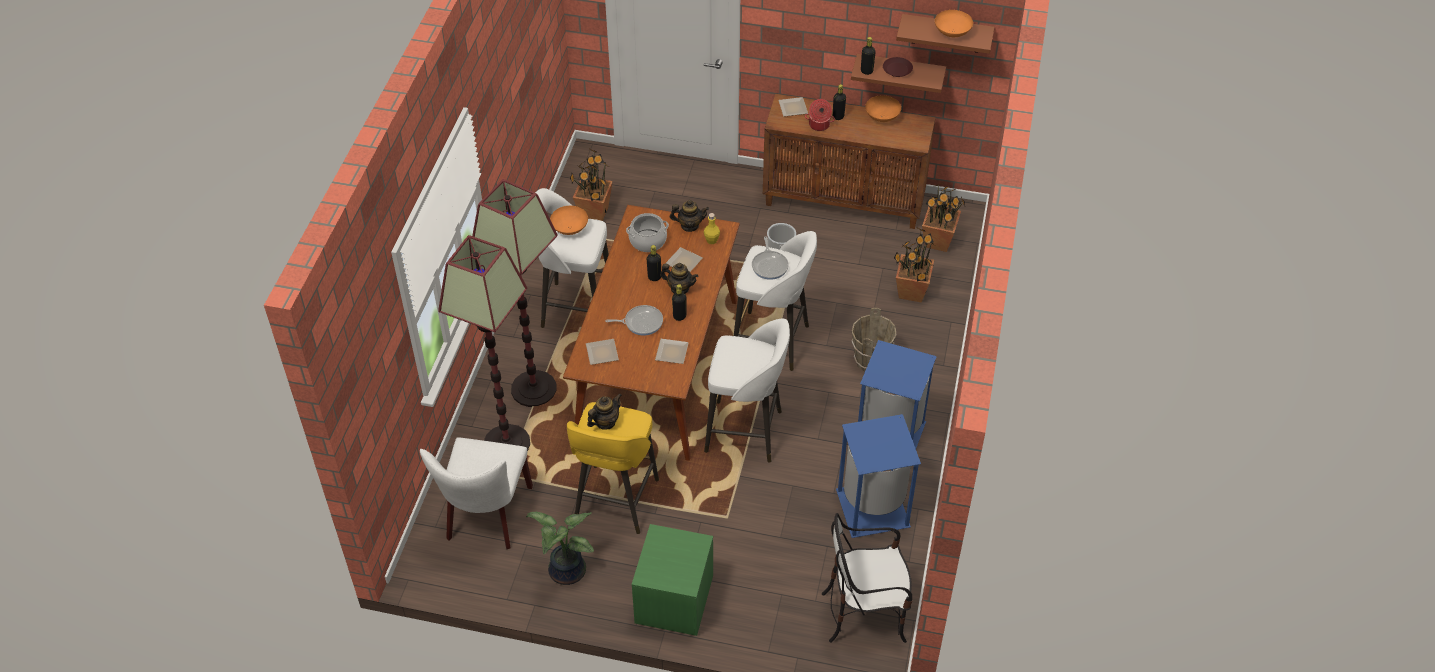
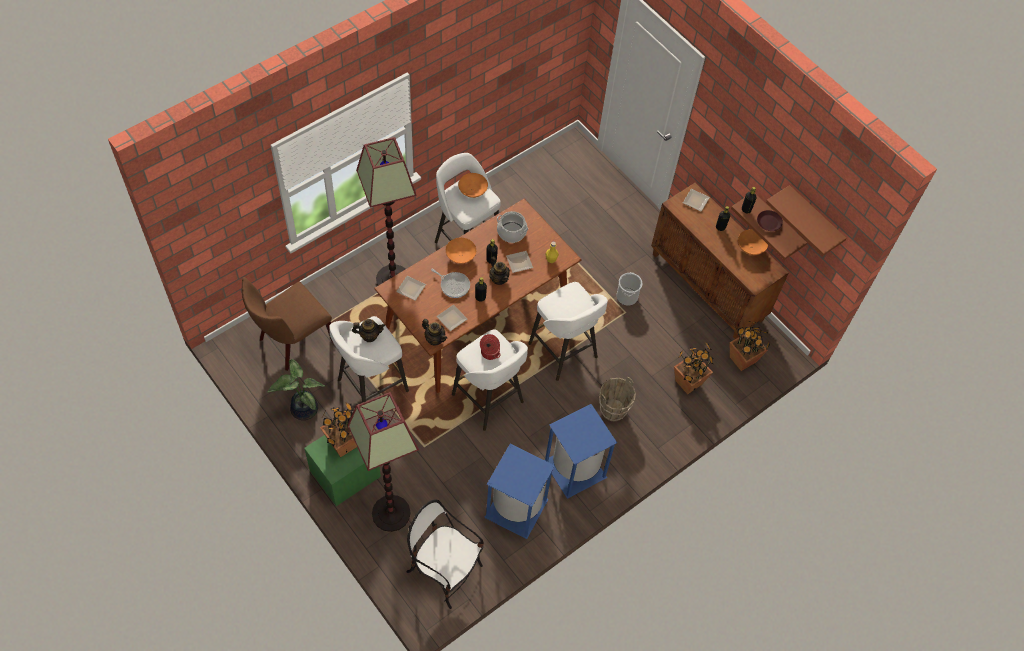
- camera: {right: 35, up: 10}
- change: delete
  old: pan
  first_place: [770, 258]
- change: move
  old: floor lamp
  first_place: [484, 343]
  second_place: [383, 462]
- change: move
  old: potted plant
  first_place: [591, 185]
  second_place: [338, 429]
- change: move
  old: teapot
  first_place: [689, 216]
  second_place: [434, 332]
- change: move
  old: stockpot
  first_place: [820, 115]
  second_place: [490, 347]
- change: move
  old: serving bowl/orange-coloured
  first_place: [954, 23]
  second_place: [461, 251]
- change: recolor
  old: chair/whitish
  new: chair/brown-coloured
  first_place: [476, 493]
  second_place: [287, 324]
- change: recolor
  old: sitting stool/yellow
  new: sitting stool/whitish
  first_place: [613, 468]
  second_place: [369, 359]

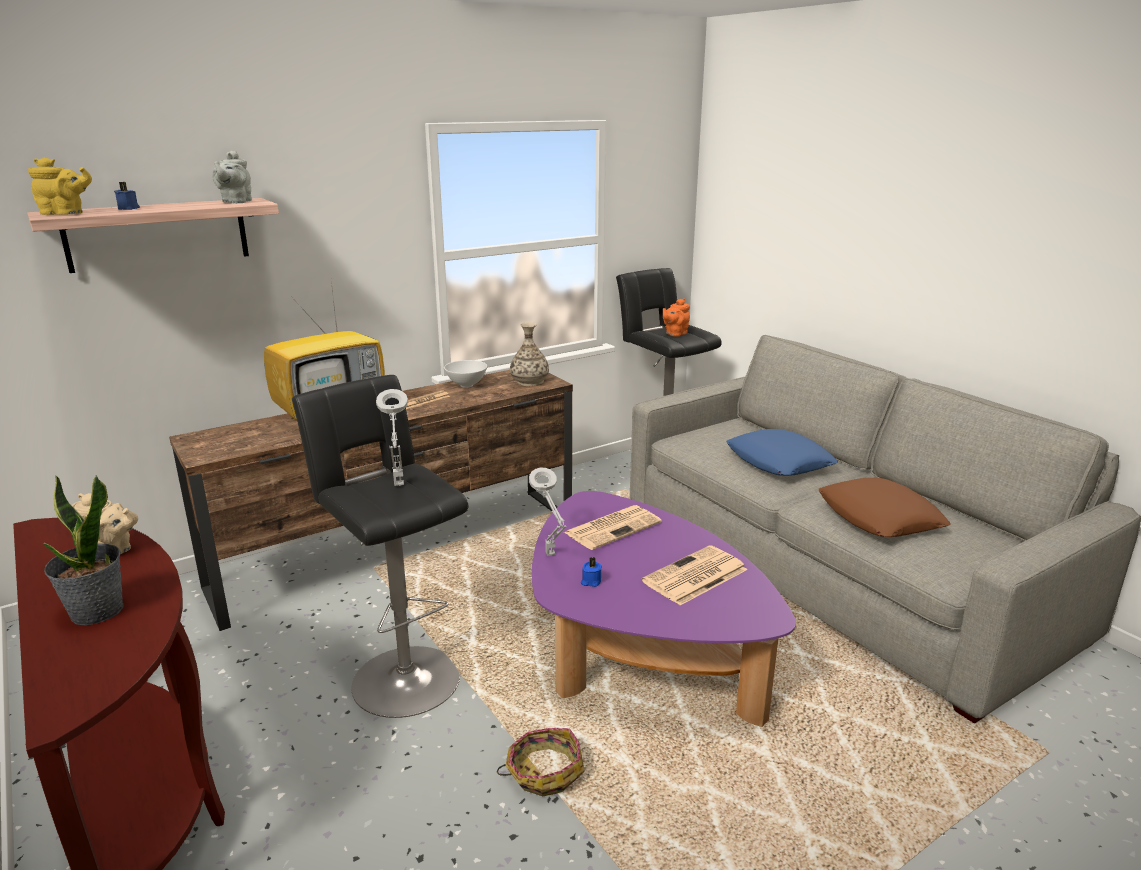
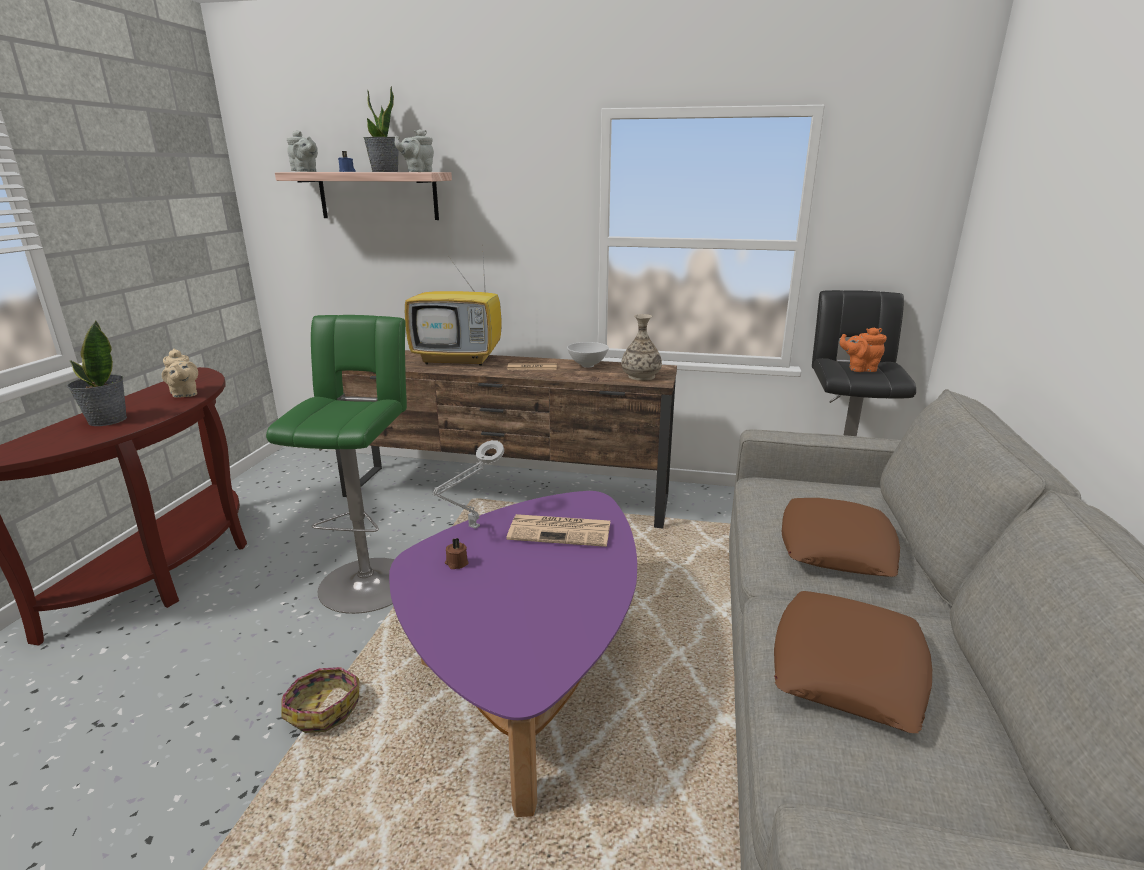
- camera: {right: 45, up: 0}
- change: delete
  old: table lamp/gray
  first_place: [392, 437]
- change: delete
  old: printed paper
  first_place: [694, 575]
- change: insert
  new: potted plant
  second_place: [380, 129]
- change: recolor
  old: teapot/yellow
  new: teapot/gray
  first_place: [60, 186]
  second_place: [302, 151]
- change: recolor
  old: sitting stool/black-coloured
  new: sitting stool/green-coloured
  first_place: [380, 546]
  second_place: [336, 464]
- change: recolor
  old: candle/blue-coloured
  new: candle/brown-coloured
  first_place: [591, 572]
  second_place: [457, 553]
- change: recolor
  old: throw pillow/blue-coloured
  new: throw pillow/brown-coloured
  first_place: [782, 452]
  second_place: [841, 537]

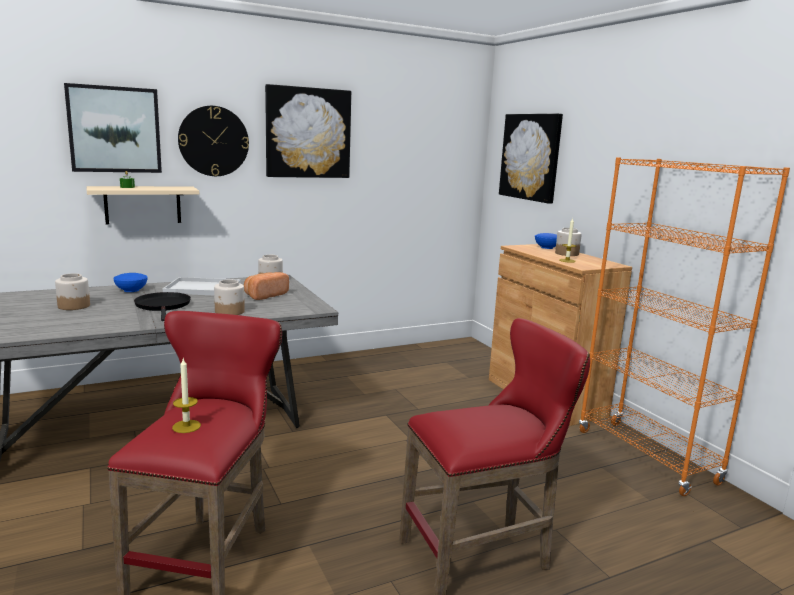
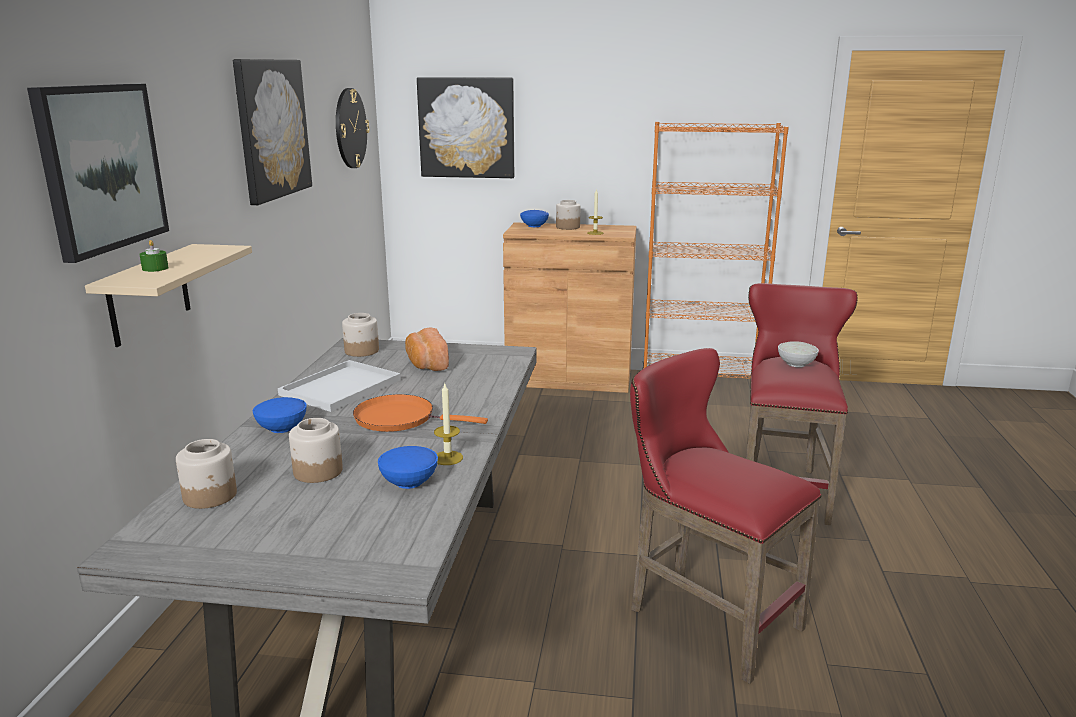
- camera: {right: -55, up: 5}
- change: insert
  new: serving bowl/blue-coloured
  second_place: [408, 467]
- change: insert
  new: serving bowl/whitish
  second_place: [798, 354]
- change: move
  old: candle
  first_place: [186, 396]
  second_place: [448, 424]
- change: move
  old: hanging clock
  first_place: [213, 141]
  second_place: [353, 128]
- change: move
  old: storage jar
  first_place: [229, 297]
  second_place: [206, 474]
- change: recolor
  old: pan/black-coloured
  new: pan/orange-coloured
  first_place: [162, 306]
  second_place: [420, 413]

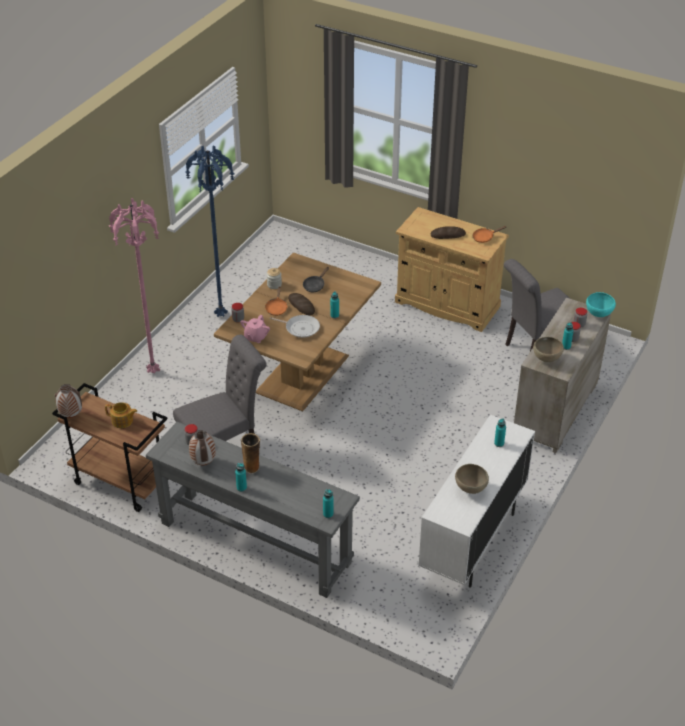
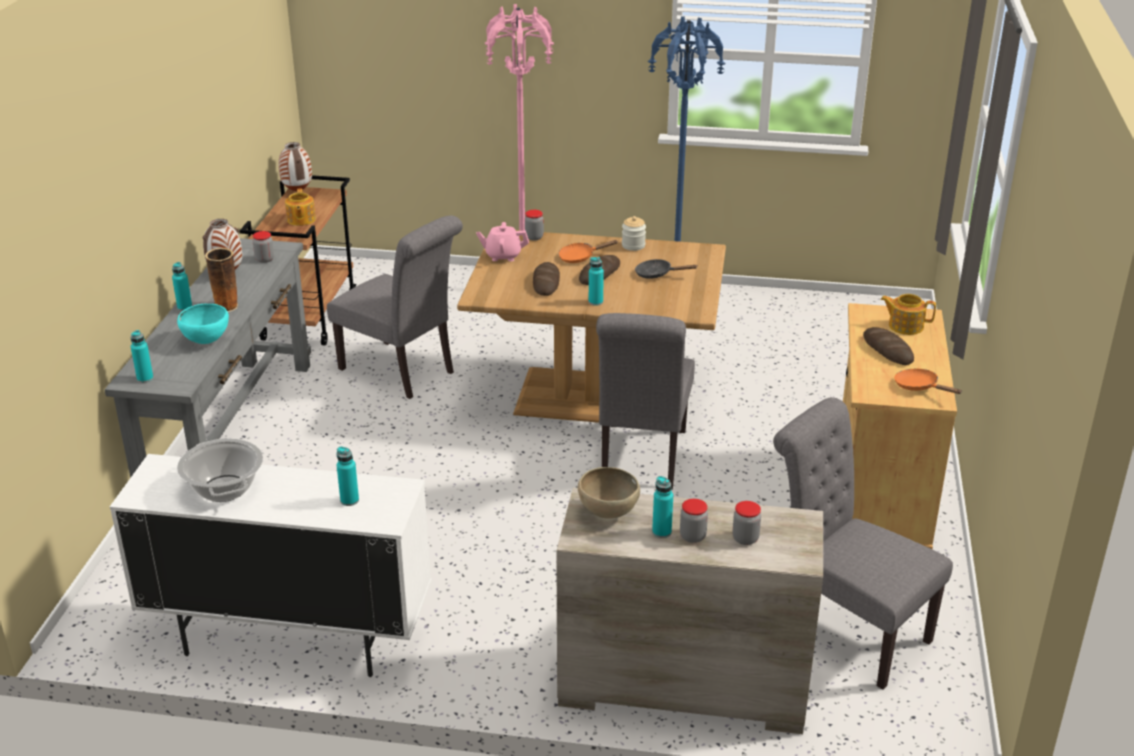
- camera: {right: 70, up: -10}
- change: insert
  new: chair/gray
  second_place: [645, 401]
- change: insert
  new: teapot
  second_place: [908, 314]
- change: move
  old: serving bowl/turquoise
  first_place: [601, 304]
  second_place: [203, 324]
- change: replace
  old: pan
  new: baked bread
  first_place: [295, 326]
  second_place: [546, 279]
- change: replace
  old: serving bowl/brown-coloured
  new: stockpot
  first_place: [472, 479]
  second_place: [220, 470]

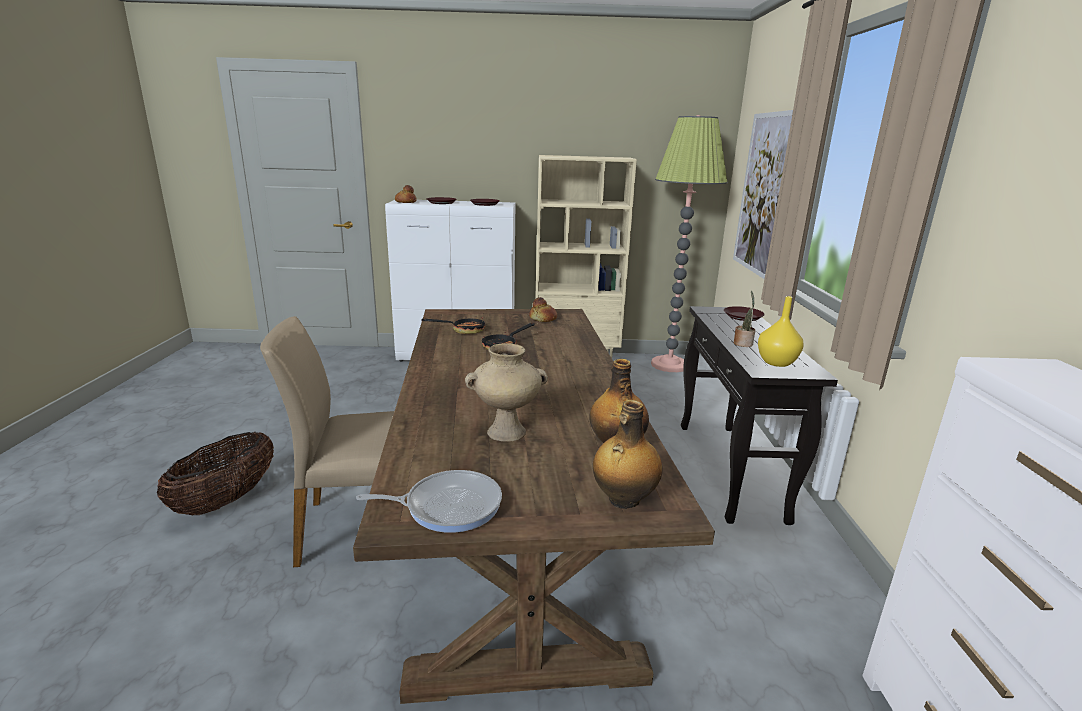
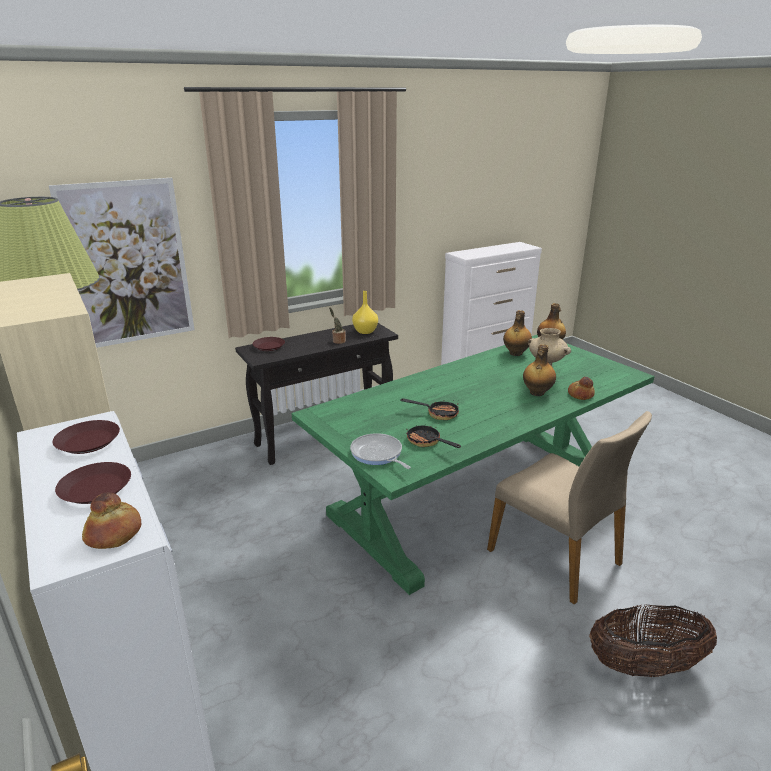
- camera: {right: -120, up: 5}
- change: insert
  new: beverage bottle
  second_place: [539, 370]
- change: move
  old: pan
  first_place: [429, 501]
  second_place: [380, 451]
- change: move
  old: baked bread
  first_place: [543, 309]
  second_place: [581, 388]
- change: recolor
  old: dinner table/brown-coloured
  new: dinner table/green-coloured
  first_place: [534, 506]
  second_place: [473, 465]

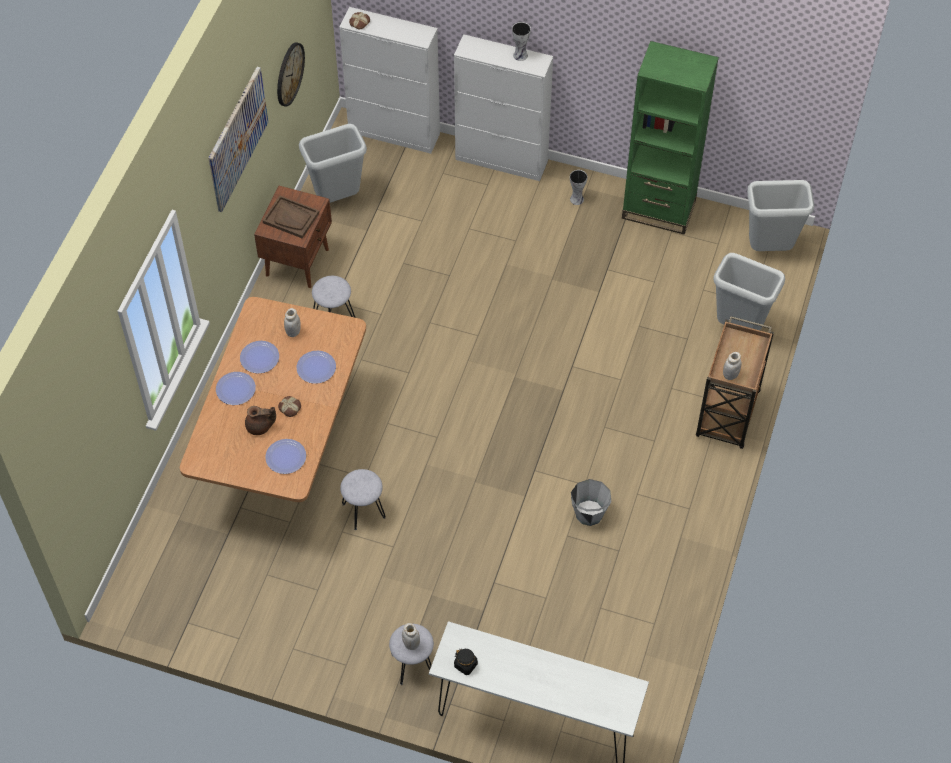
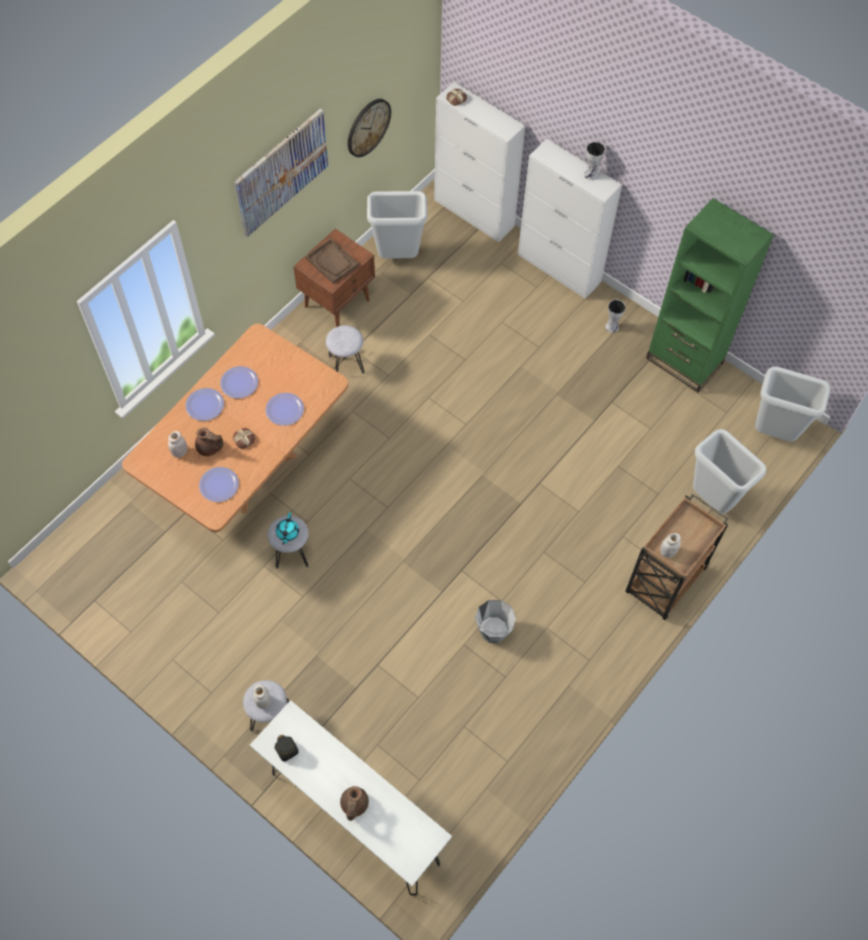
- camera: {right: 20, up: 5}
- change: insert
  new: teapot/turquoise
  second_place: [287, 528]
- change: insert
  new: teapot/brown-coloured
  second_place: [354, 803]
- change: move
  old: storage jar/whitish
  first_place: [292, 322]
  second_place: [177, 444]

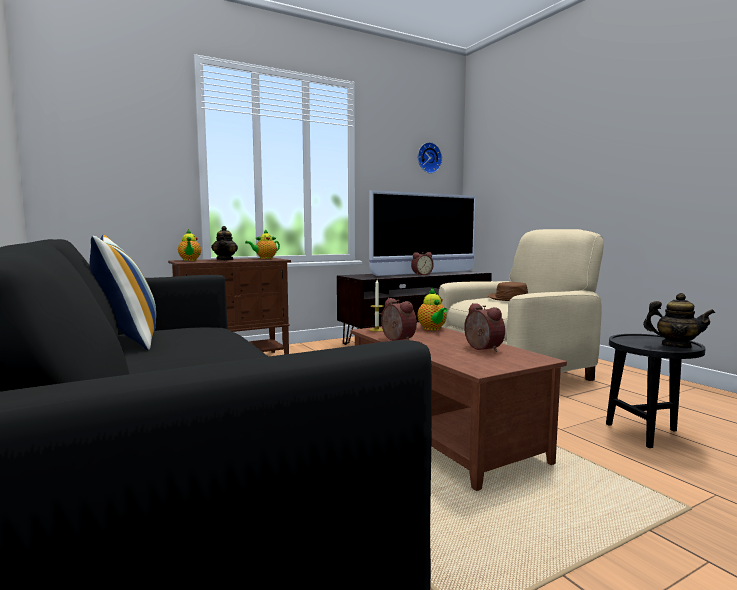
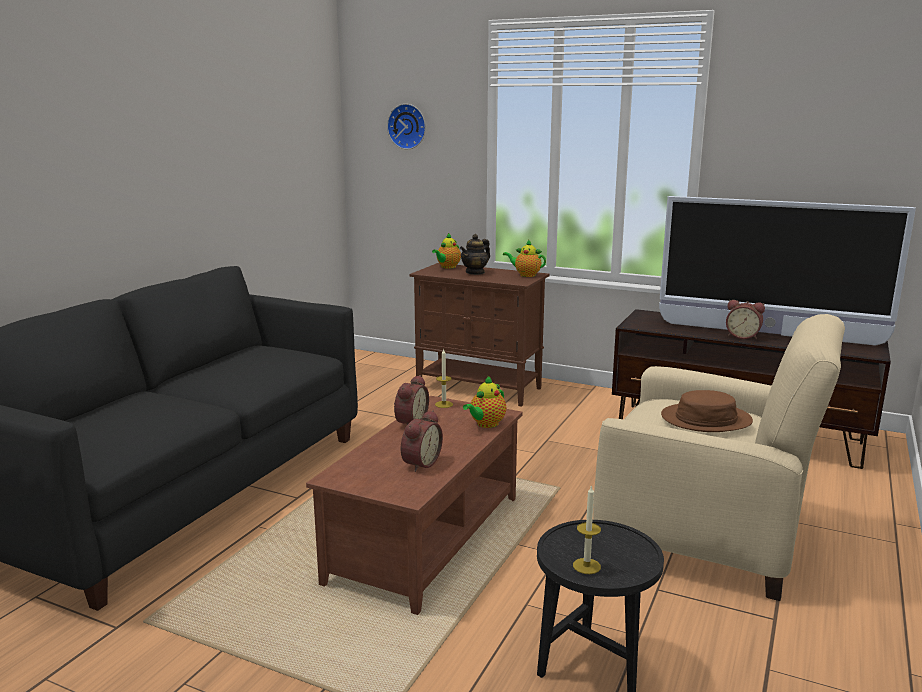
- camera: {right: 55, up: 10}
- change: delete
  old: throw pillow
  first_place: [123, 292]
- change: move
  old: hanging clock
  first_place: [430, 157]
  second_place: [406, 126]
- change: replace
  old: teapot
  new: candle
  first_place: [679, 320]
  second_place: [587, 529]

